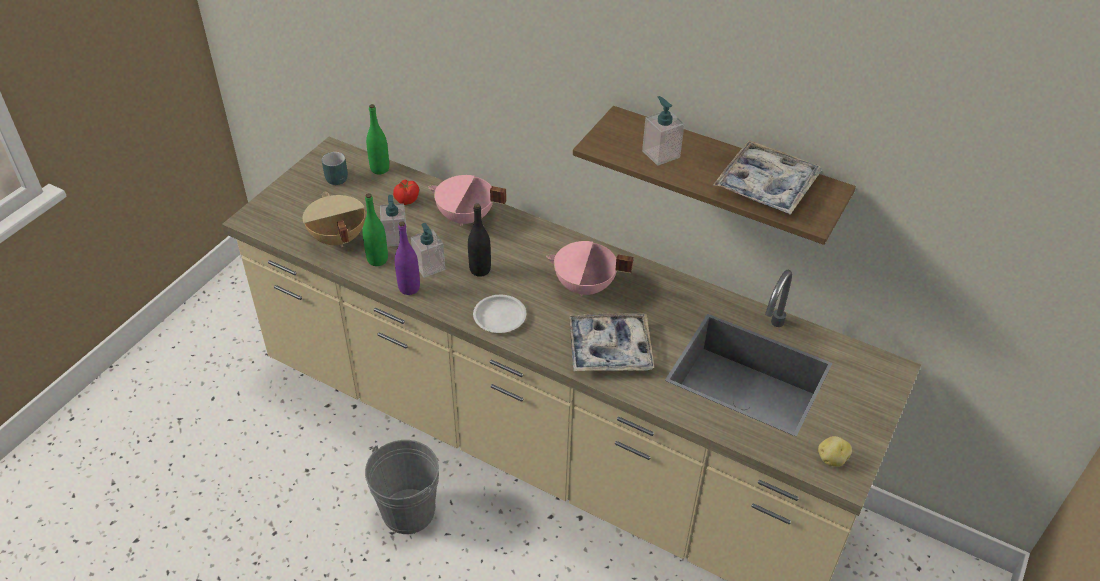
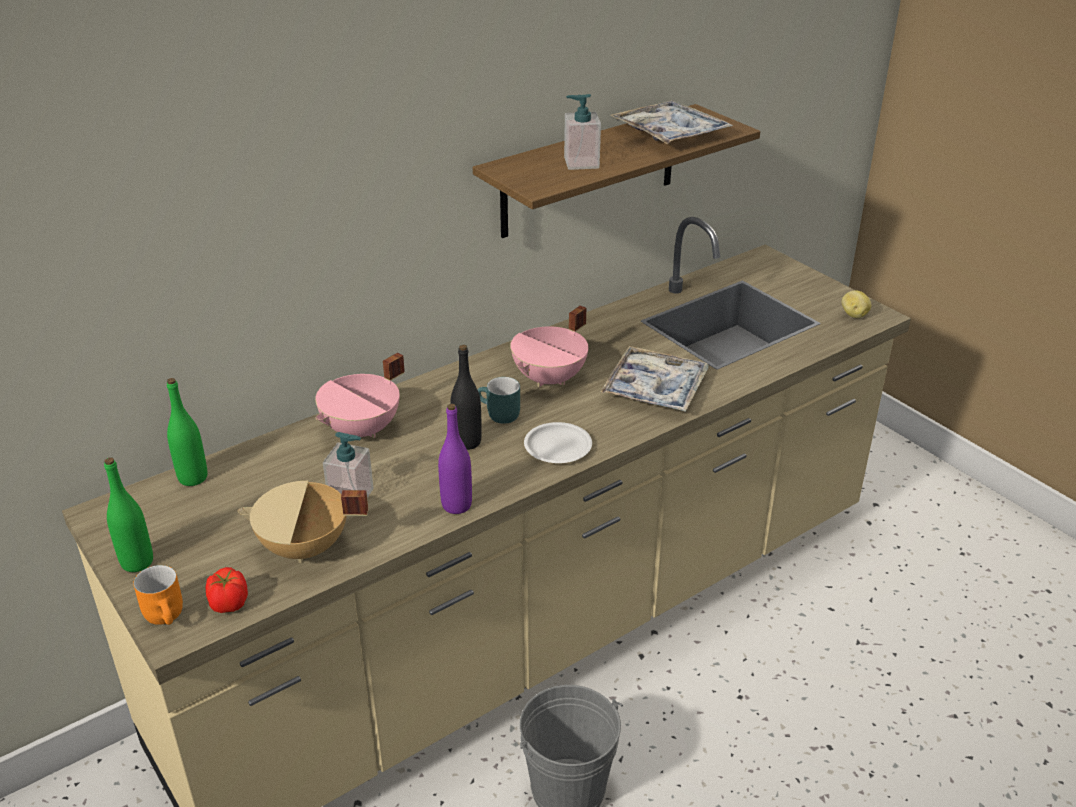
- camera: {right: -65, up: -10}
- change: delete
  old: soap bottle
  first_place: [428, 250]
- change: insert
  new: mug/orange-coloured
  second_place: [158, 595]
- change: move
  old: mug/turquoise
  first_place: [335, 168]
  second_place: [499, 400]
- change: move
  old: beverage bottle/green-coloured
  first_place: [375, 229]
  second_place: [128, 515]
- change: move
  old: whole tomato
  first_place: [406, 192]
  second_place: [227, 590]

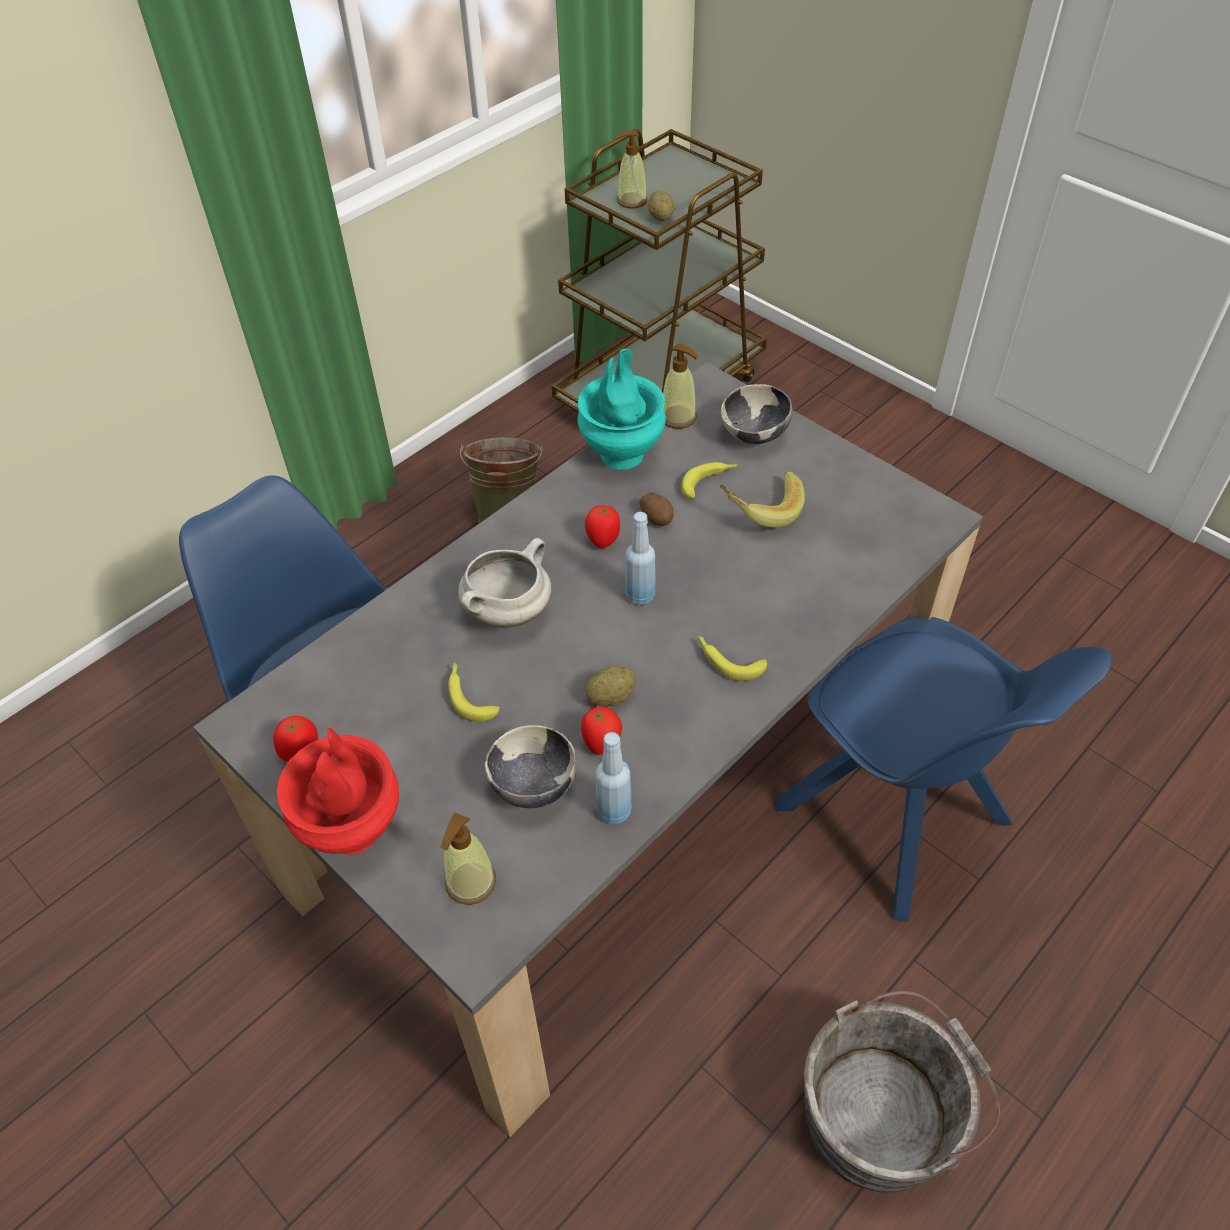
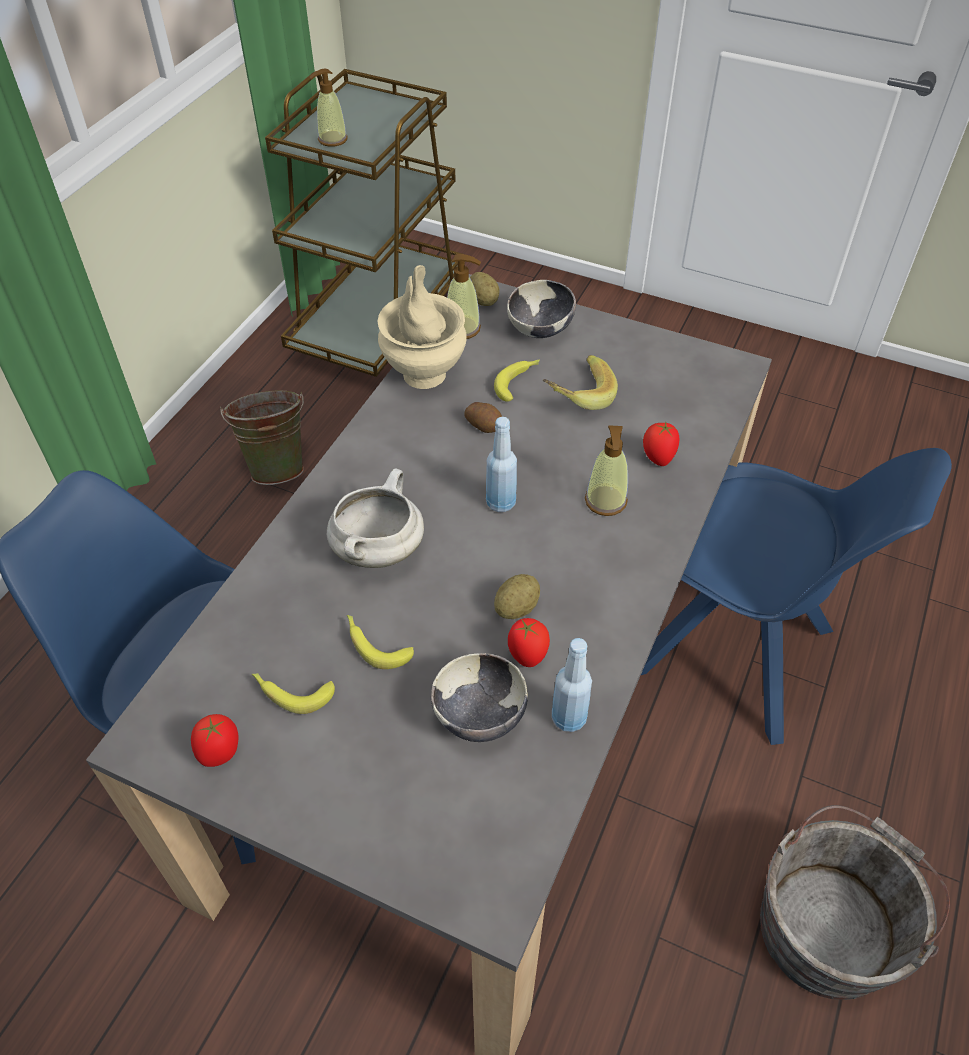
- camera: {right: -20, up: 0}
- change: delete
  old: decorative vase/red
  first_place: [338, 791]
- change: move
  old: soap bottle
  first_place: [468, 859]
  second_place: [606, 470]
- change: move
  old: whole tomato
  first_place: [602, 526]
  second_place: [661, 443]
- change: move
  old: potato
  first_place: [661, 205]
  second_place: [485, 289]
- change: move
  old: banana fruit
  first_place: [732, 658]
  second_place: [293, 693]
- change: recolor
  old: decorative vase/turquoise
  new: decorative vase/beige
  first_place: [621, 409]
  second_place: [422, 327]

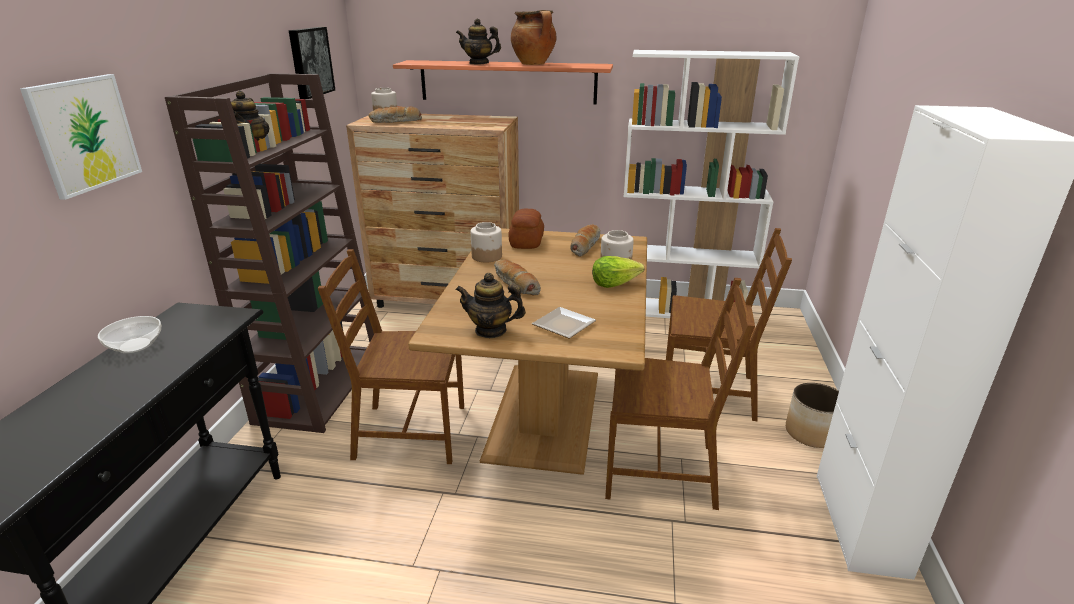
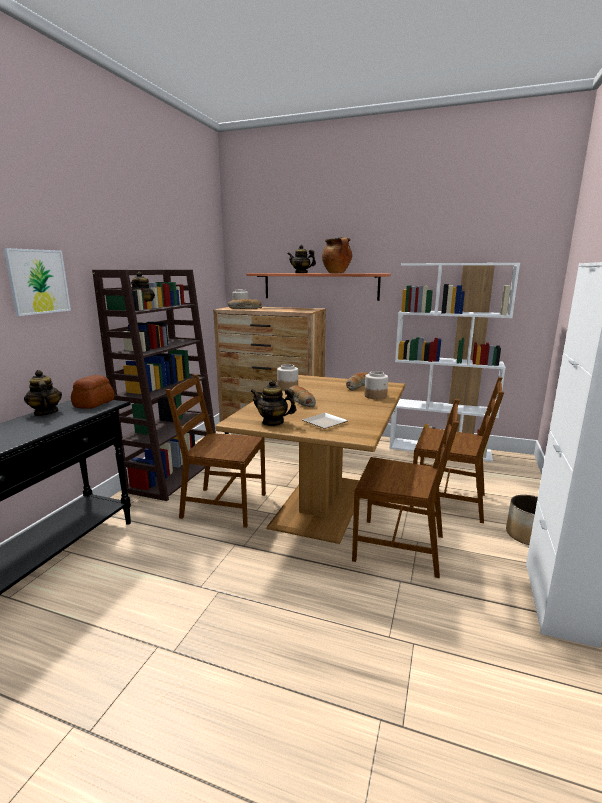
- camera: {right: 10, up: -10}
- change: delete
  old: wall art
  first_place: [312, 63]
- change: delete
  old: head of lettuce
  first_place: [618, 272]
- change: move
  old: baked bread
  first_place: [526, 228]
  second_place: [93, 392]
- change: replace
  old: serving bowl
  new: teapot
  first_place: [129, 334]
  second_place: [43, 393]

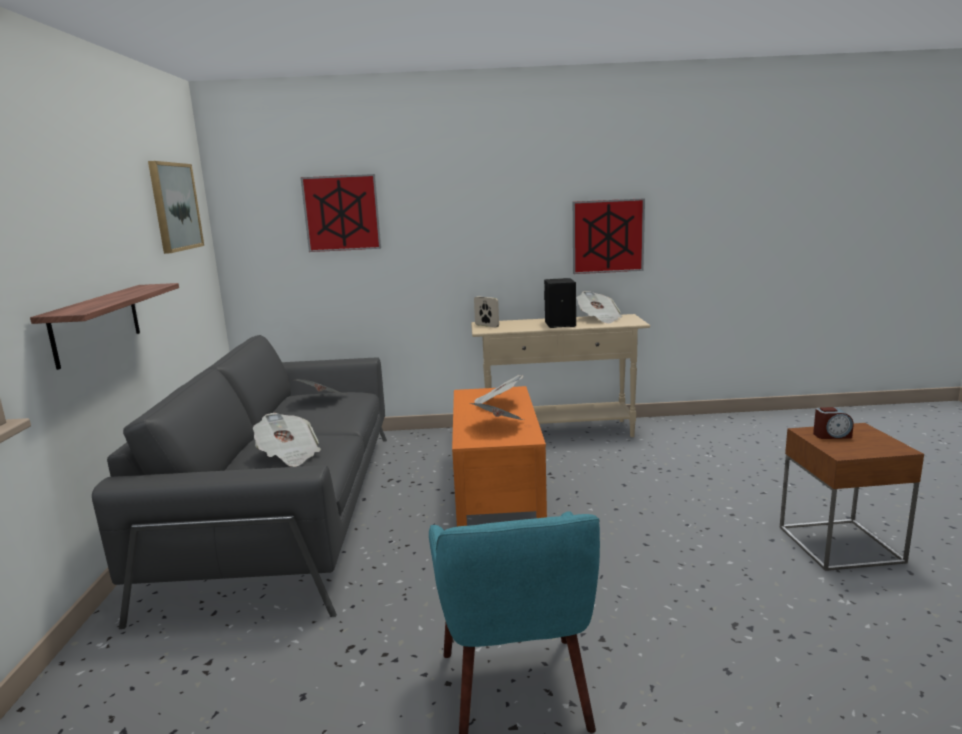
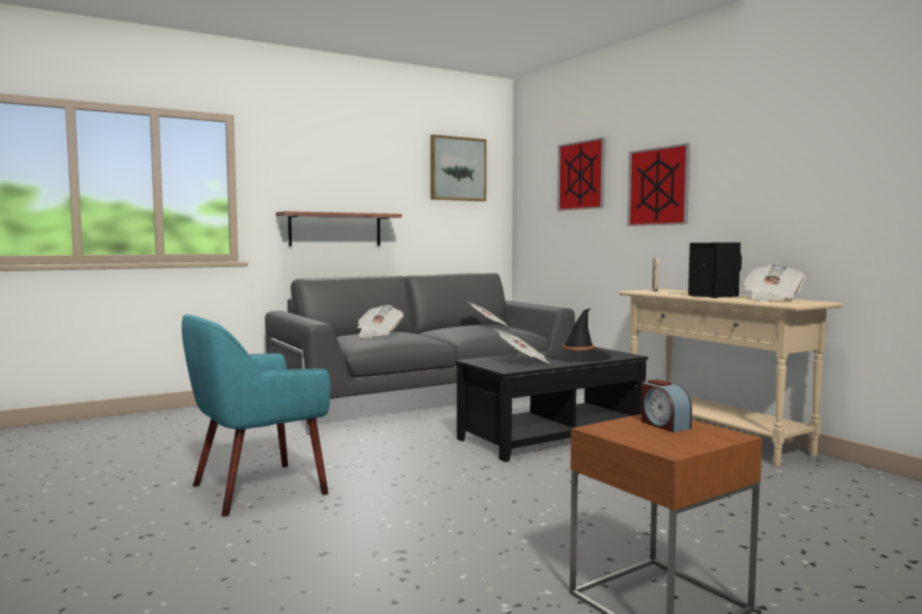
- camera: {right: 60, up: -10}
- change: move
  old: wall art
  first_place: [609, 236]
  second_place: [658, 184]
- change: replace
  old: printed paper
  new: hat/black-coloured
  first_place: [498, 389]
  second_place: [578, 335]
- change: recolor
  old: low table/orange-coloured
  new: low table/black-coloured
  first_place: [499, 456]
  second_place: [551, 404]

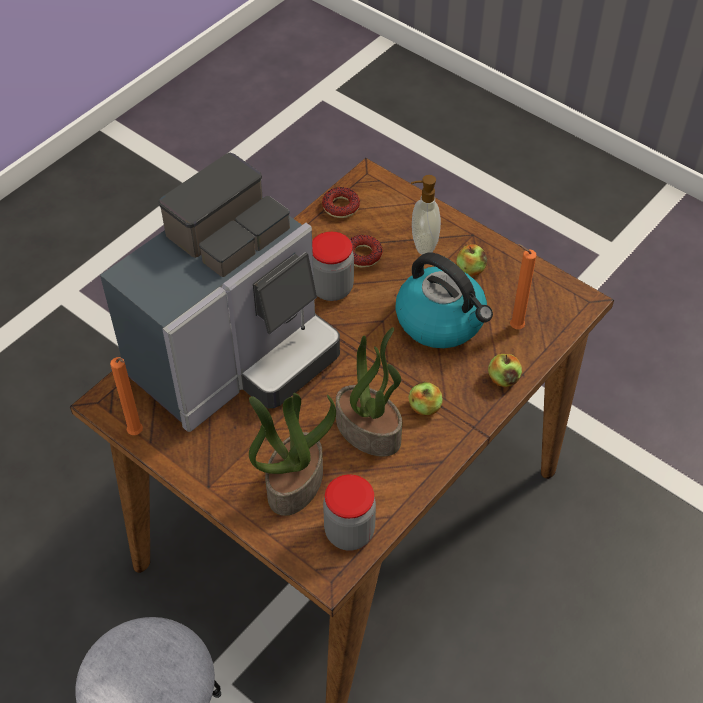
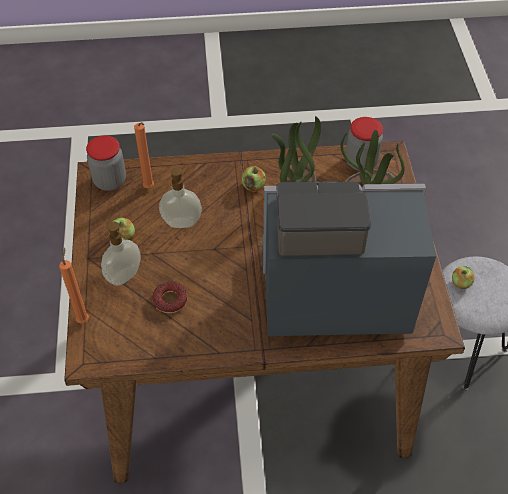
- camera: {right: -135, up: 0}
- change: delete
  old: donut
  first_place: [341, 202]
- change: move
  old: candle/orange-coloured
  first_place: [126, 396]
  second_place: [74, 285]
- change: move
  old: storage jar
  first_place: [333, 266]
  second_place: [106, 163]
- change: move
  old: apple
  first_place: [505, 370]
  second_place: [463, 277]
- change: replace
  old: tea kettle
  new: soap bottle
  first_place: [444, 300]
  second_place: [180, 195]

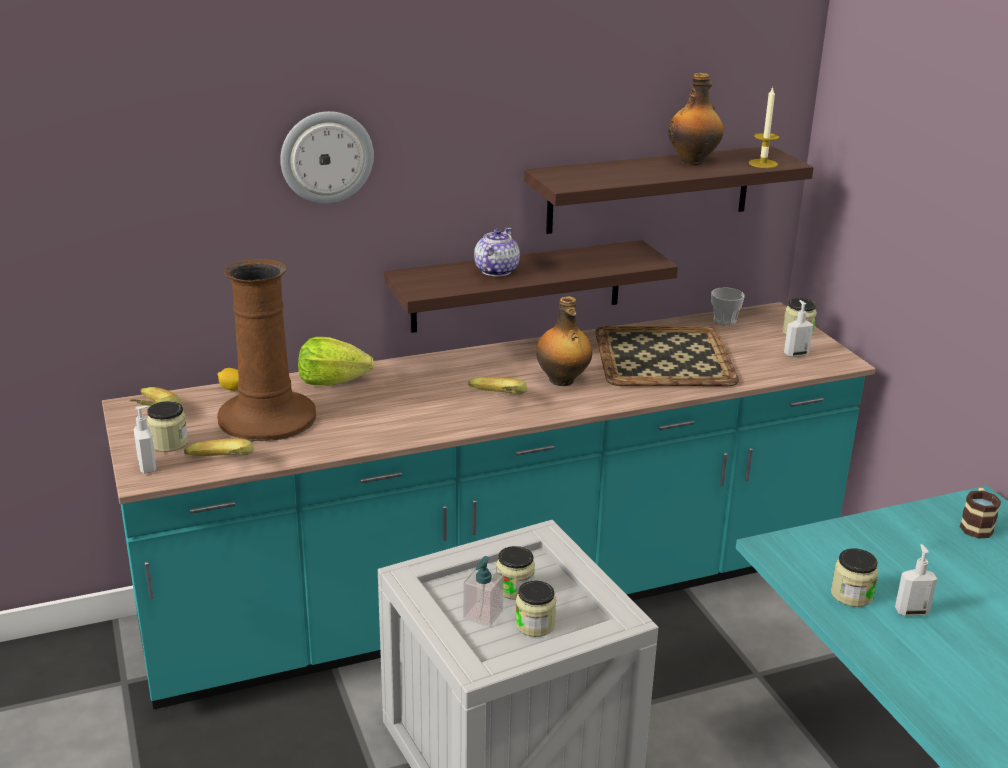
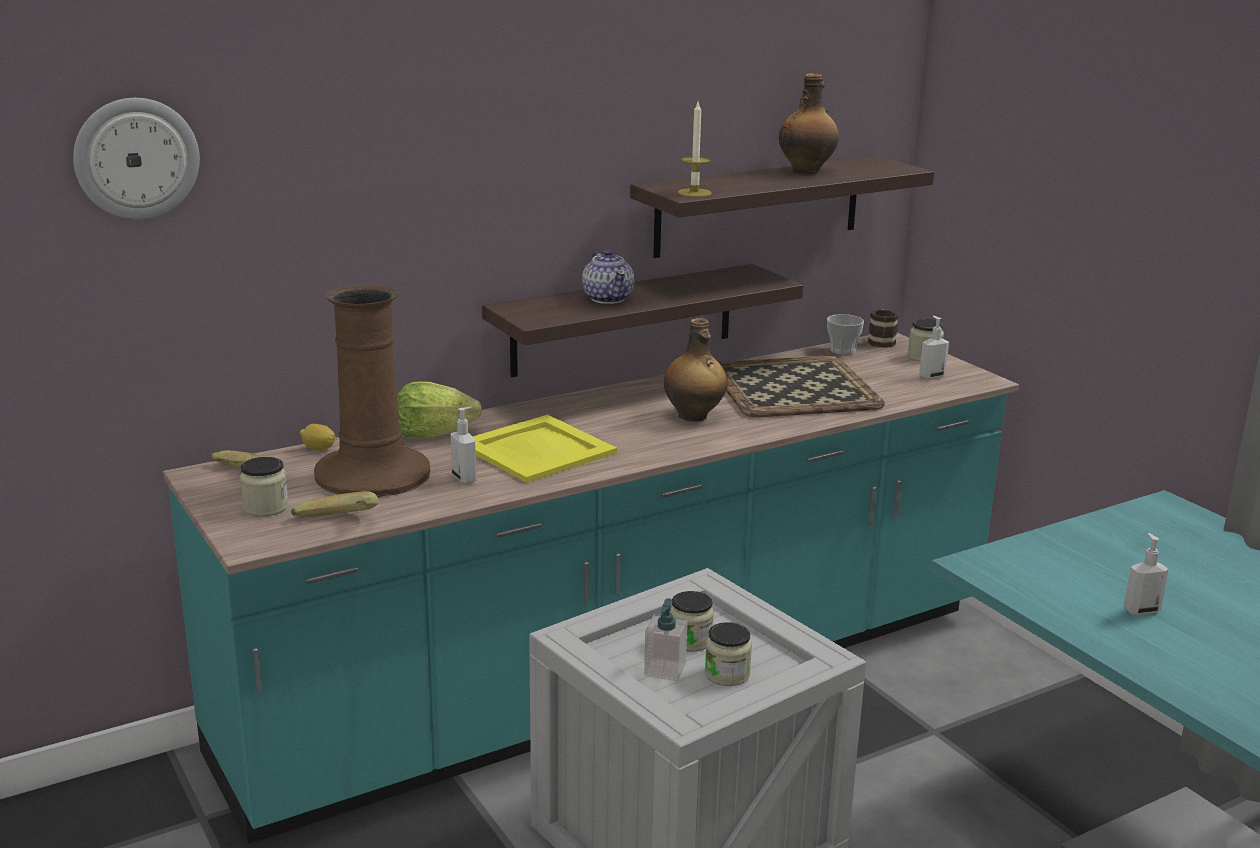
- camera: {right: -10, up: -5}
- change: delete
  old: banana fruit
  first_place: [497, 385]
- change: delete
  old: storage jar
  first_place: [855, 577]
- change: insert
  new: serving tray/yellow
  second_place: [544, 449]
- change: move
  old: soap bottle
  first_place: [145, 439]
  second_place: [463, 445]
- change: move
  old: hanging clock
  first_place: [327, 157]
  second_place: [136, 158]
- change: move
  old: candle
  first_place: [764, 127]
  second_place: [695, 149]
- change: move
  old: mug
  first_place: [980, 513]
  second_place: [883, 328]
- change: rotate
  old: teapot
  first_place: [497, 252]
  second_place: [608, 277]
  degrees: 150

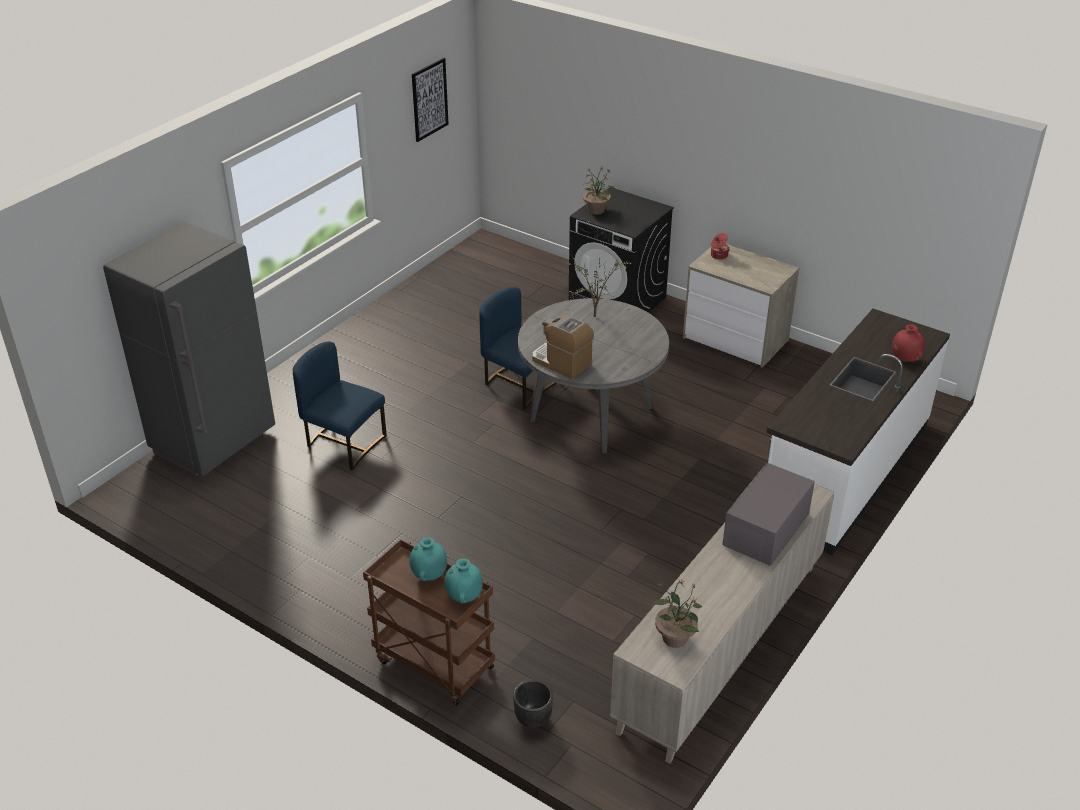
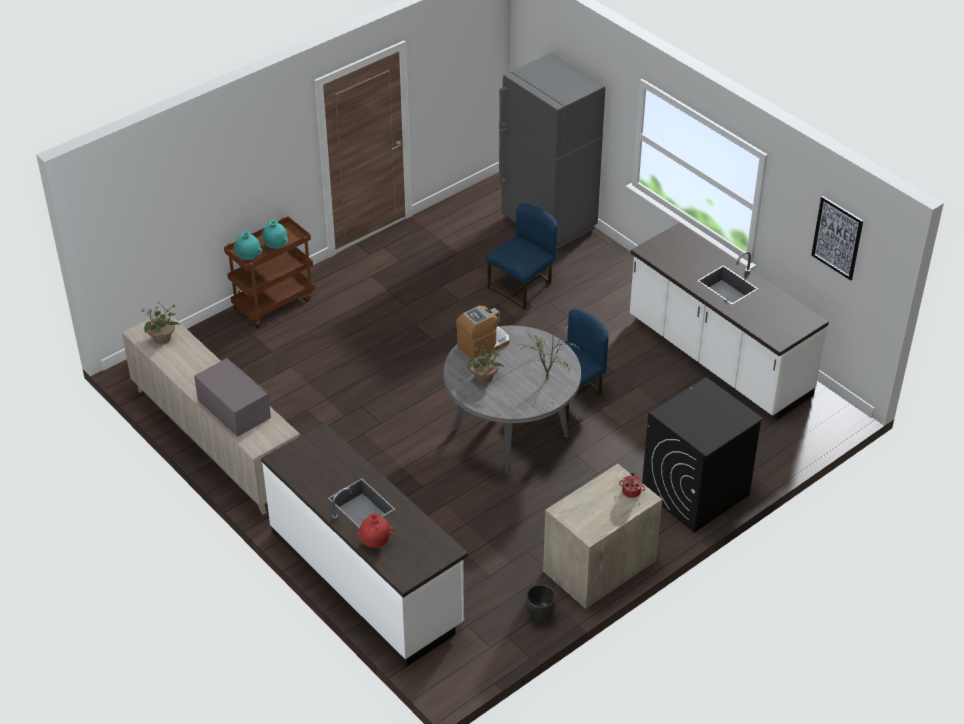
- camera: {right: 105, up: 5}
- change: insert
  new: kitchen base unit/whitish
  second_place: [729, 320]
- change: move
  old: flower pot/black-coloured
  first_place: [533, 704]
  second_place: [541, 602]
- change: move
  old: potted plant
  first_place: [598, 190]
  second_place: [485, 362]

